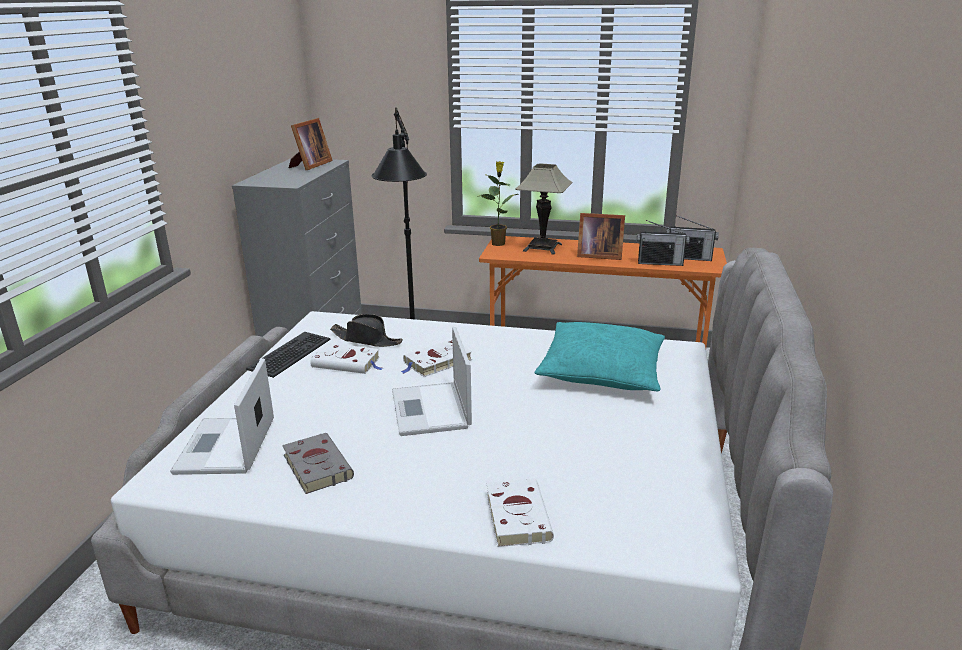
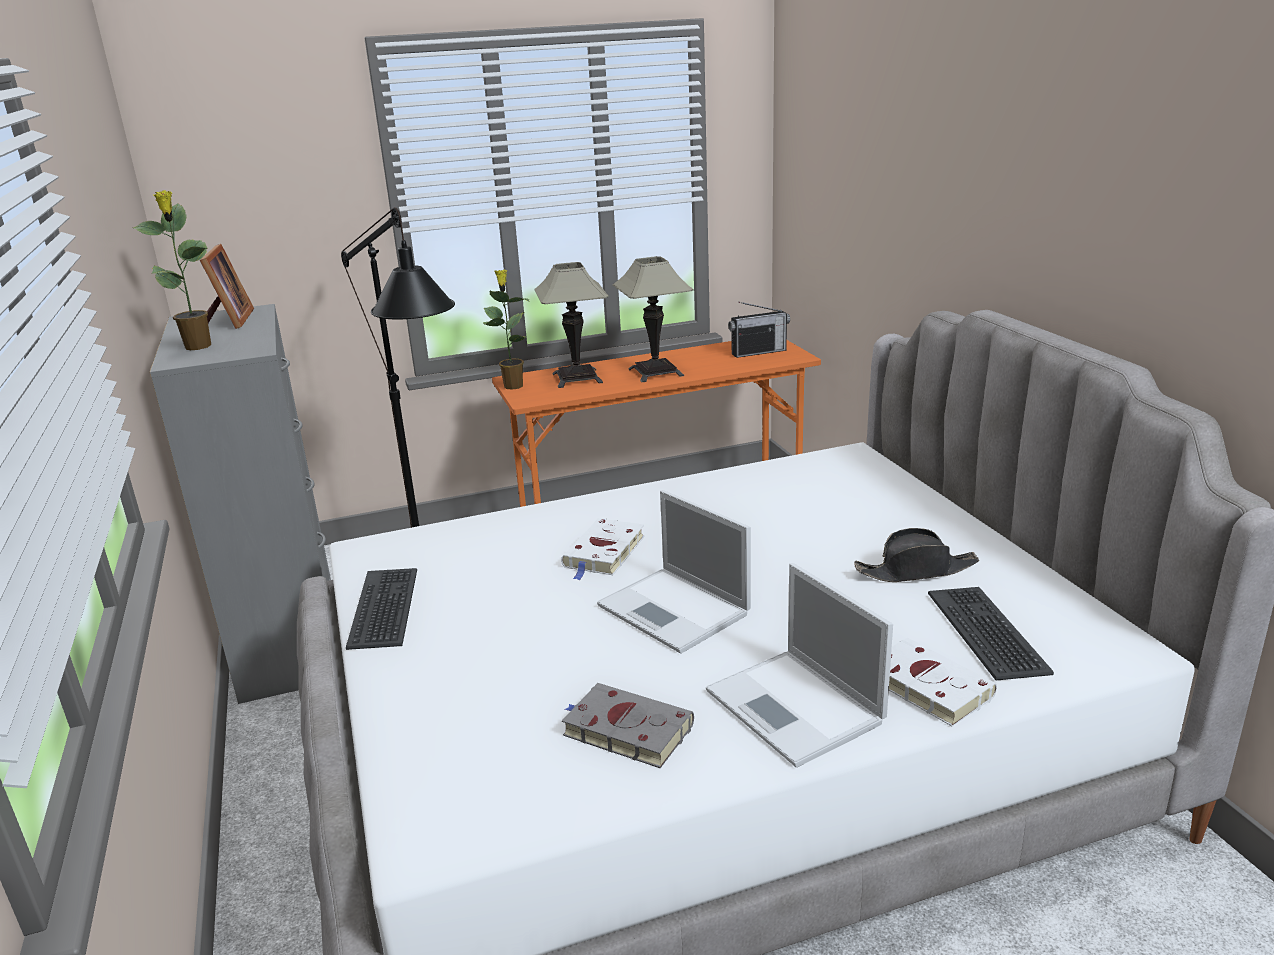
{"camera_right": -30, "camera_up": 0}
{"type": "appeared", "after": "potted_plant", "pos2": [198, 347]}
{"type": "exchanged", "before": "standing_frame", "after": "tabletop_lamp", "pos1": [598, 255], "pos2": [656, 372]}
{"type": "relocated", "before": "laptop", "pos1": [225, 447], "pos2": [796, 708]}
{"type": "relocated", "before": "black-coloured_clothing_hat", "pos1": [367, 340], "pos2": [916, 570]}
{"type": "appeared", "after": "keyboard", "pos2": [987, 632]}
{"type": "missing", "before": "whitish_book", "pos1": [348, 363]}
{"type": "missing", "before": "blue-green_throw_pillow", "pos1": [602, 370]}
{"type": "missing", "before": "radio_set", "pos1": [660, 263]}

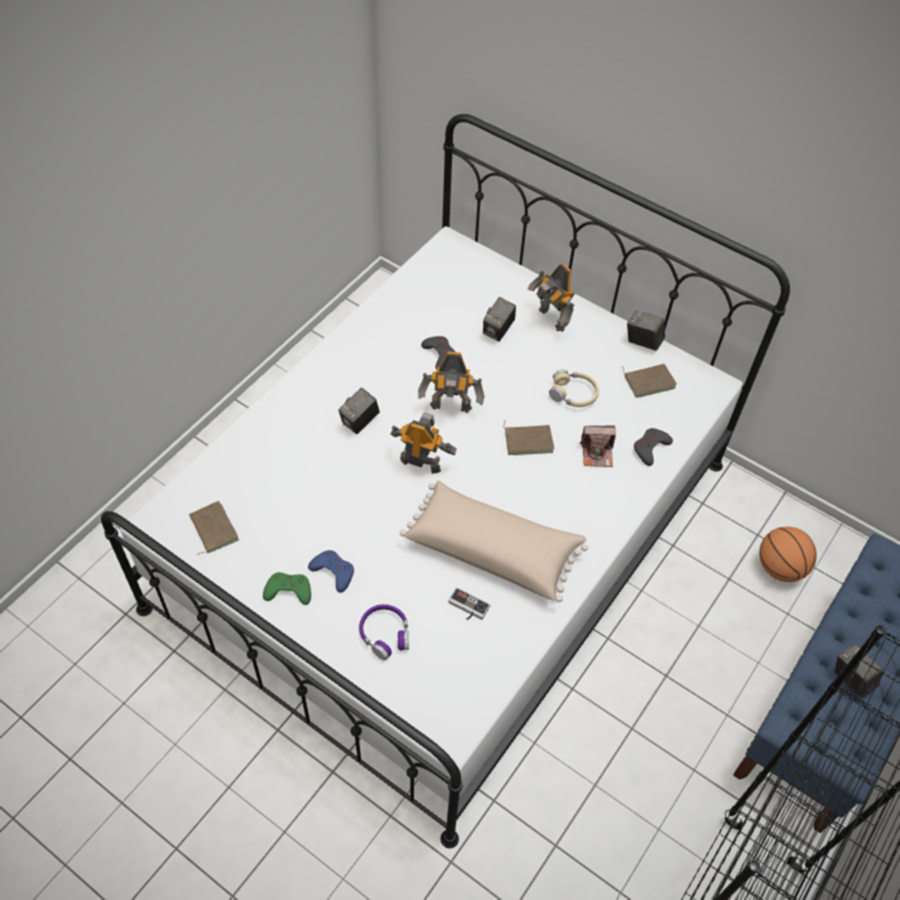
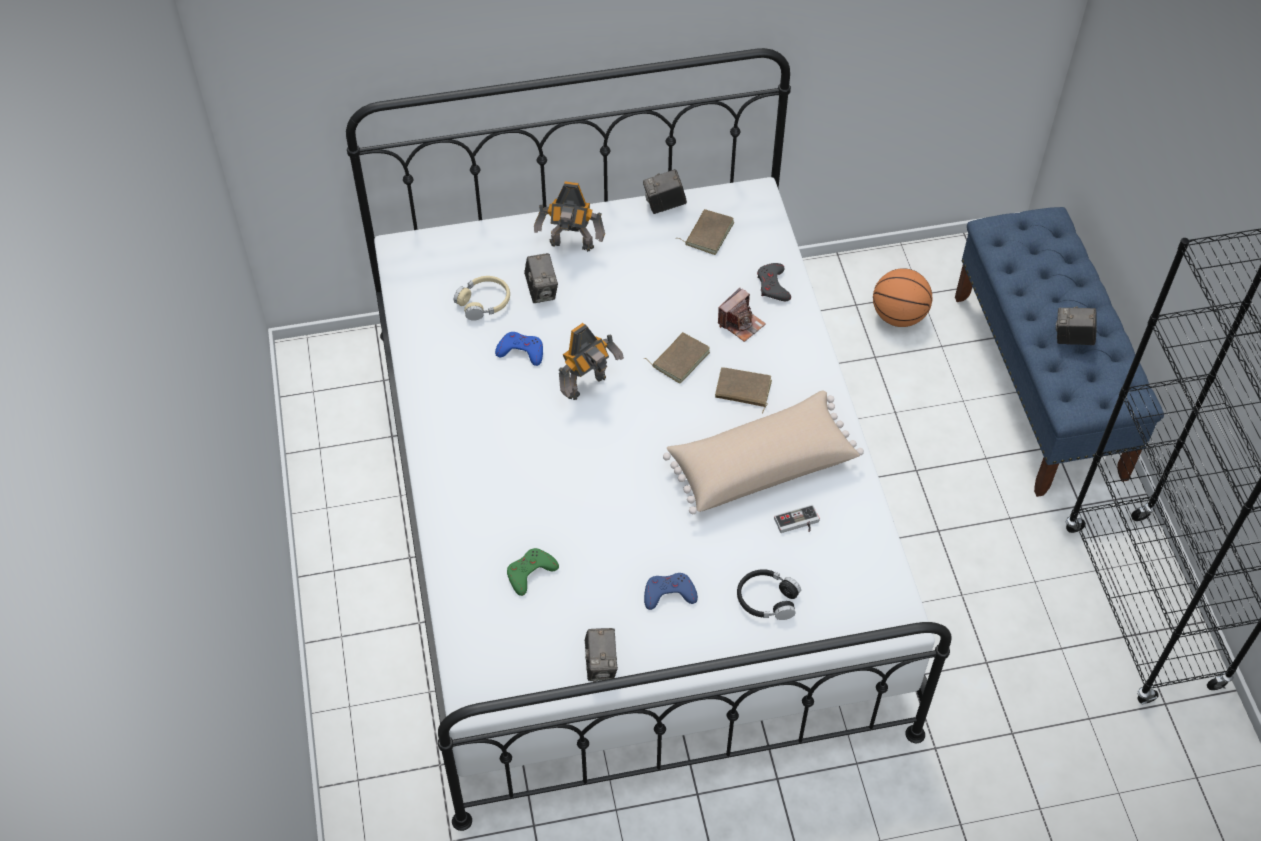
{"camera_right": -45, "camera_up": 0}
{"type": "relocated", "before": "beige_headset", "pos1": [573, 394], "pos2": [484, 302]}
{"type": "colour", "before": "grey_game_controller", "after": "bluish_game_controller", "pos1": [439, 354], "pos2": [521, 351]}
{"type": "relocated", "before": "green-coloured_game_controller", "pos1": [288, 590], "pos2": [530, 573]}
{"type": "relocated", "before": "still_camera", "pos1": [360, 422], "pos2": [601, 665]}
{"type": "relocated", "before": "brownish_book", "pos1": [212, 529], "pos2": [742, 391]}
{"type": "colour", "before": "purple_headset", "after": "black-coloured_headset", "pos1": [385, 634], "pos2": [767, 599]}
{"type": "missing", "before": "toy_robot", "pos1": [420, 463]}

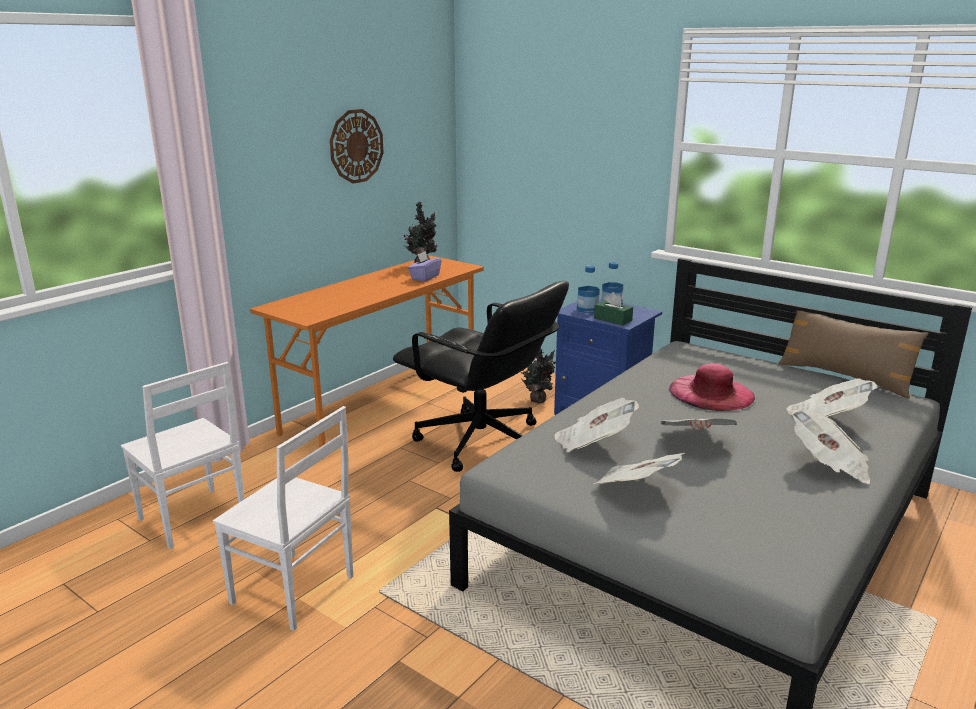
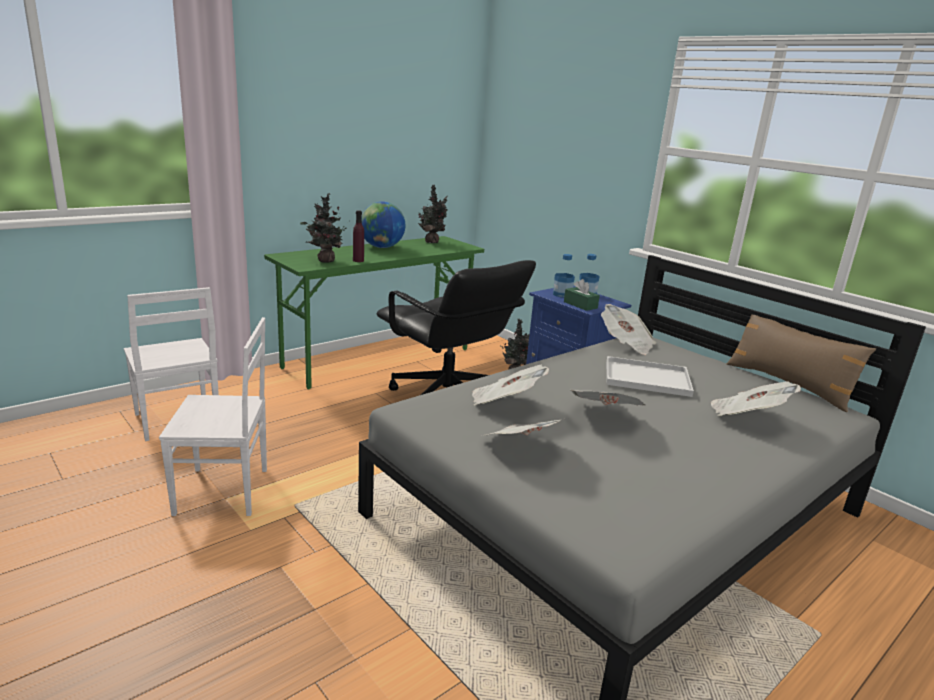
{"camera_right": 10, "camera_up": 0}
{"type": "spun", "before": "whitish_plain_chair", "pos1": [293, 591], "pos2": [223, 492], "turn": -45}
{"type": "colour", "before": "orange_desk_table", "after": "green-coloured_desk_table", "pos1": [382, 405], "pos2": [379, 358]}
{"type": "appeared", "after": "potted_plant", "pos2": [324, 261]}
{"type": "appeared", "after": "purple_drink_bottle", "pos2": [358, 260]}
{"type": "appeared", "after": "world_globe", "pos2": [382, 247]}
{"type": "relocated", "before": "newspaper", "pos1": [829, 465], "pos2": [626, 344]}
{"type": "exchanged", "before": "pink-coloured_clothing_hat", "after": "whitish_carrying_tray", "pos1": [711, 392], "pos2": [645, 378]}
{"type": "missing", "before": "clock_on_the_wall", "pos1": [356, 146]}
{"type": "missing", "before": "purple_box_of_tissues", "pos1": [425, 277]}

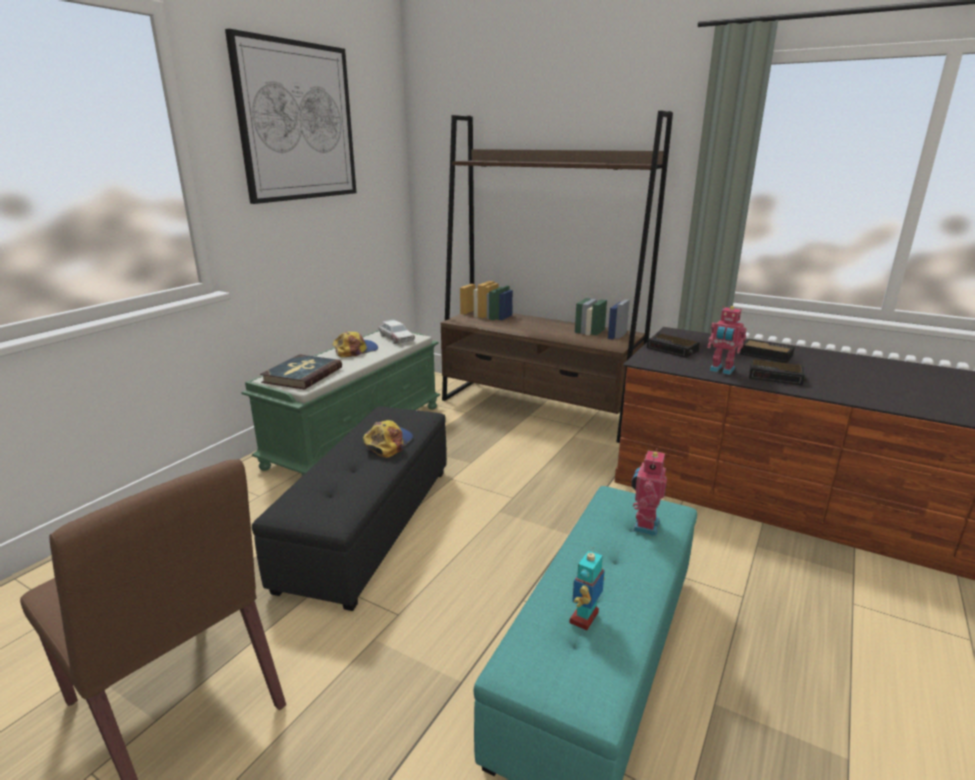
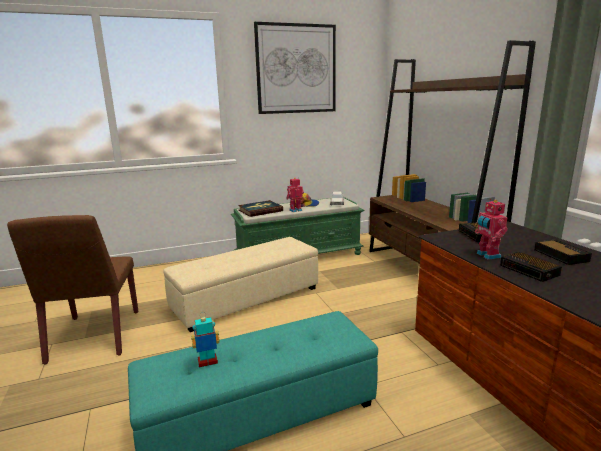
{"camera_right": 40, "camera_up": -5}
{"type": "colour", "before": "black-coloured_ottoman", "after": "beige_ottoman", "pos1": [369, 524], "pos2": [247, 299]}
{"type": "relocated", "before": "toy_robot", "pos1": [644, 526], "pos2": [295, 210]}
{"type": "missing", "before": "baseball_cap", "pos1": [388, 443]}

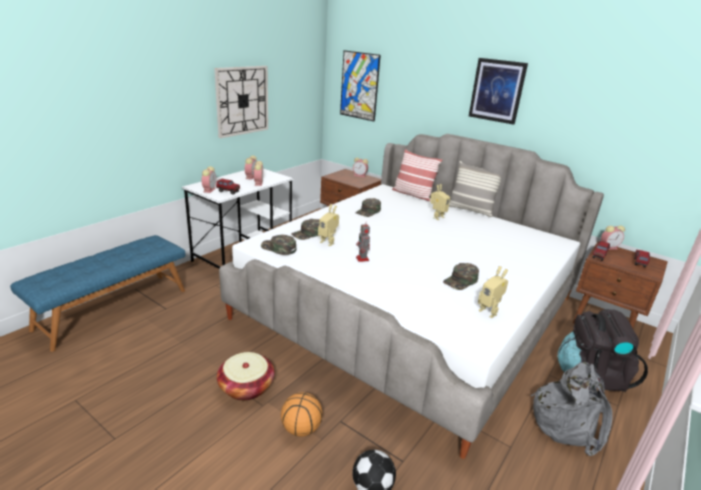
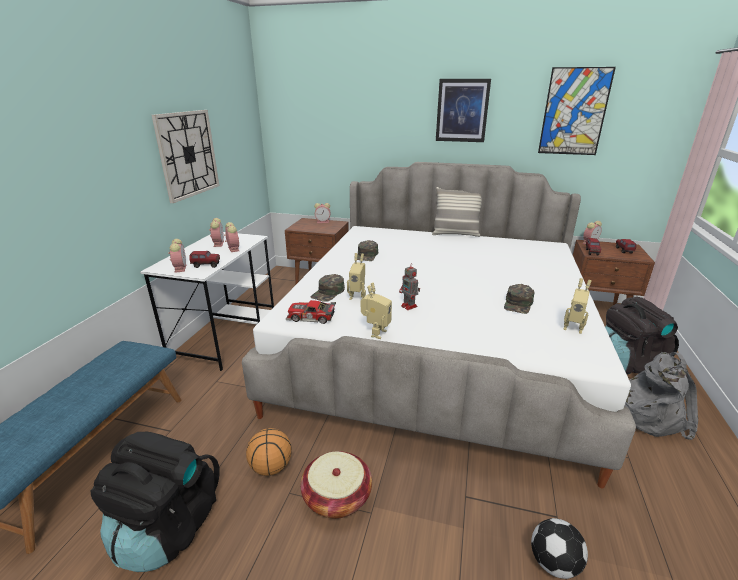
{"camera_right": -20, "camera_up": 0}
{"type": "appeared", "after": "black-coloured_backpack", "pos2": [168, 528]}
{"type": "relocated", "before": "ball_for_basketball", "pos1": [300, 429], "pos2": [270, 467]}
{"type": "exchanged", "before": "green-coloured_baseball_cap", "after": "toy_car", "pos1": [278, 248], "pos2": [311, 317]}
{"type": "relocated", "before": "toy_robot", "pos1": [437, 217], "pos2": [375, 333]}
{"type": "relocated", "before": "picture", "pos1": [359, 86], "pos2": [574, 112]}
{"type": "missing", "before": "throw_pillow", "pos1": [413, 194]}

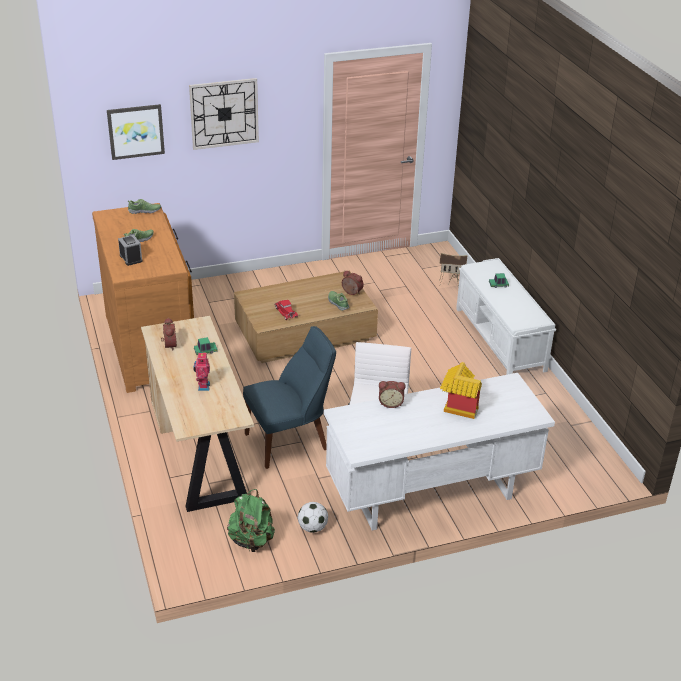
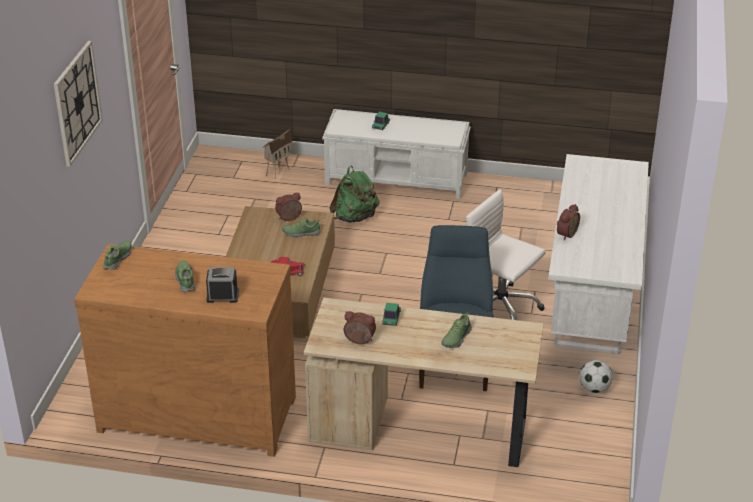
{"camera_right": -60, "camera_up": 0}
{"type": "relocated", "before": "green-coloured_backpack", "pos1": [251, 540], "pos2": [355, 217]}
{"type": "exchanged", "before": "toy_robot", "after": "shoe", "pos1": [202, 386], "pos2": [456, 338]}
{"type": "missing", "before": "picture", "pos1": [135, 131]}
{"type": "missing", "before": "model_house", "pos1": [457, 406]}

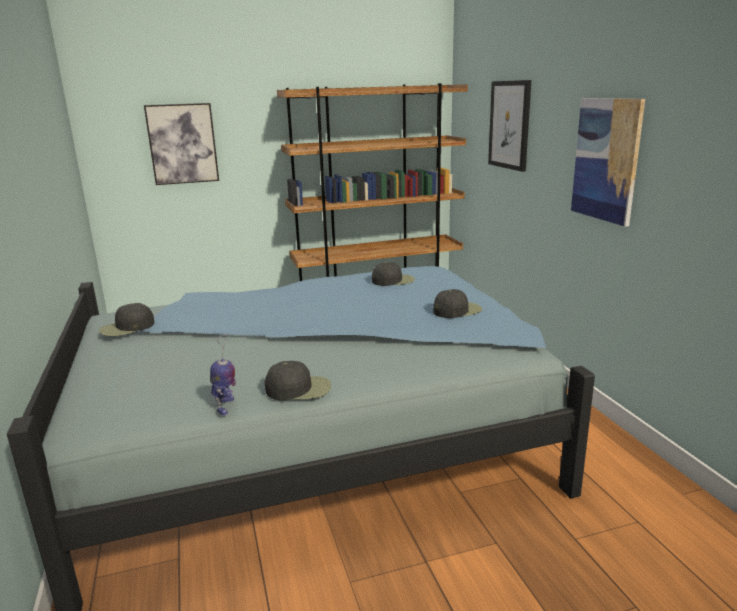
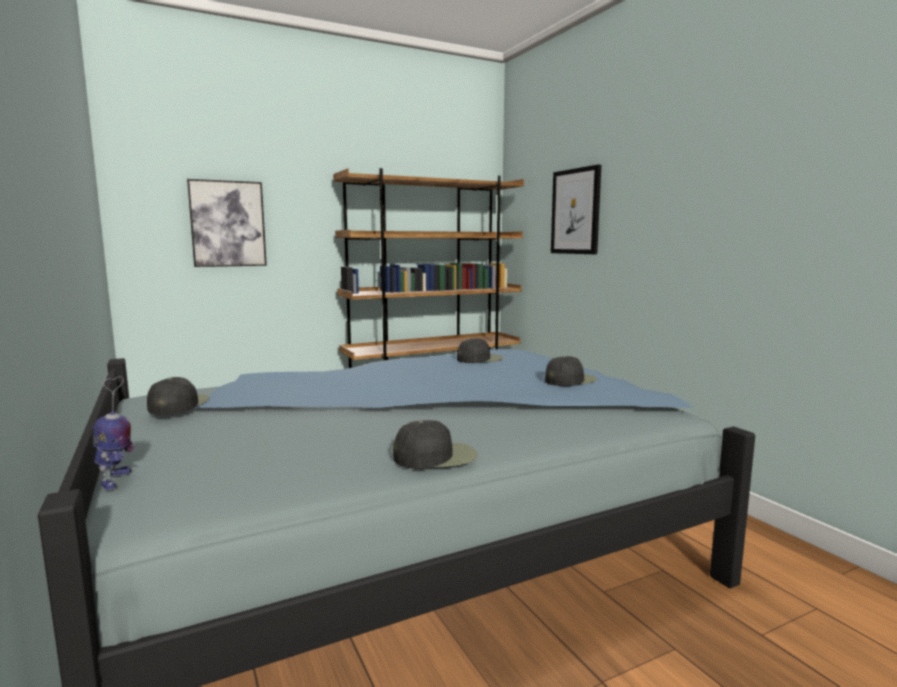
{"camera_right": -10, "camera_up": -10}
{"type": "relocated", "before": "toy_robot", "pos1": [225, 406], "pos2": [116, 480]}
{"type": "spun", "before": "black-coloured_baseball_cap", "pos1": [127, 328], "pos2": [178, 404], "turn": 135}
{"type": "missing", "before": "picture", "pos1": [606, 160]}

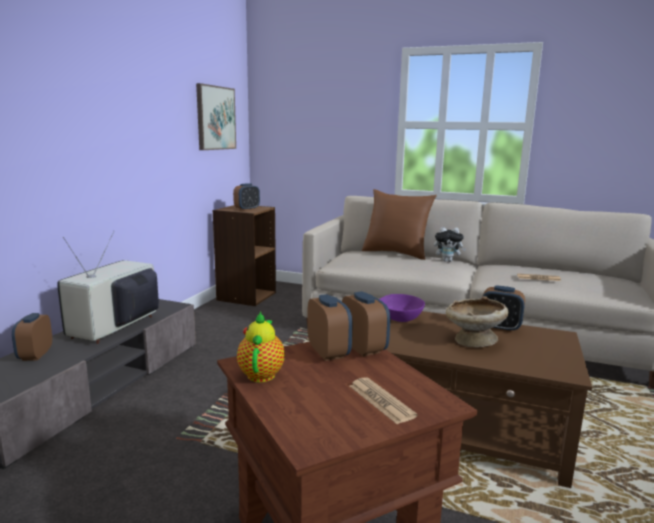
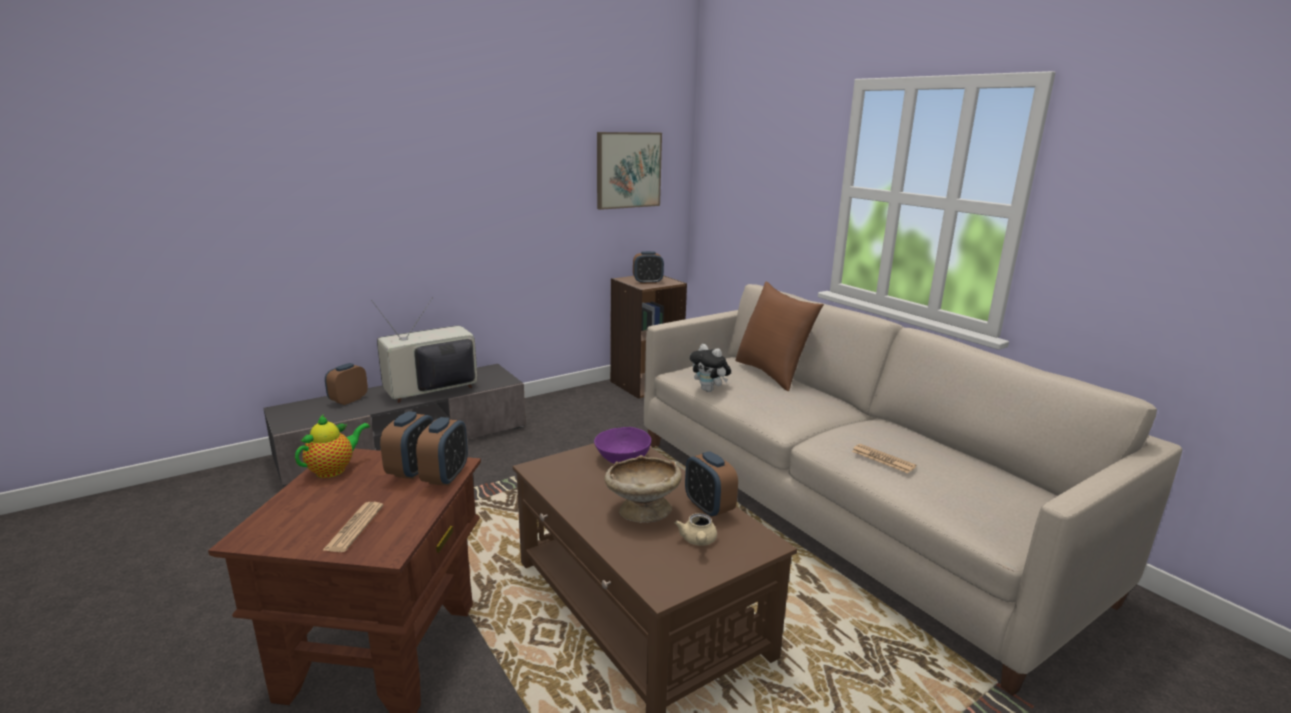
{"camera_right": 35, "camera_up": 5}
{"type": "appeared", "after": "beige_tea_pot", "pos2": [698, 541]}
{"type": "relocated", "before": "soft_toy", "pos1": [447, 261], "pos2": [709, 390]}

